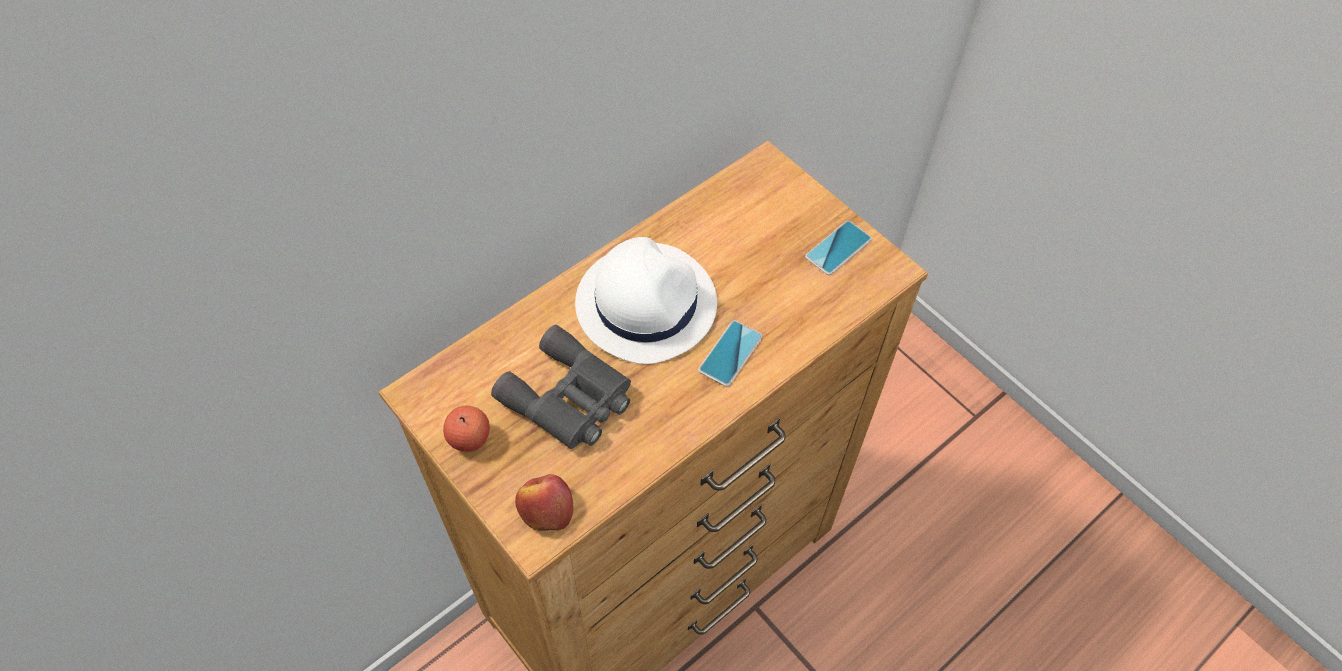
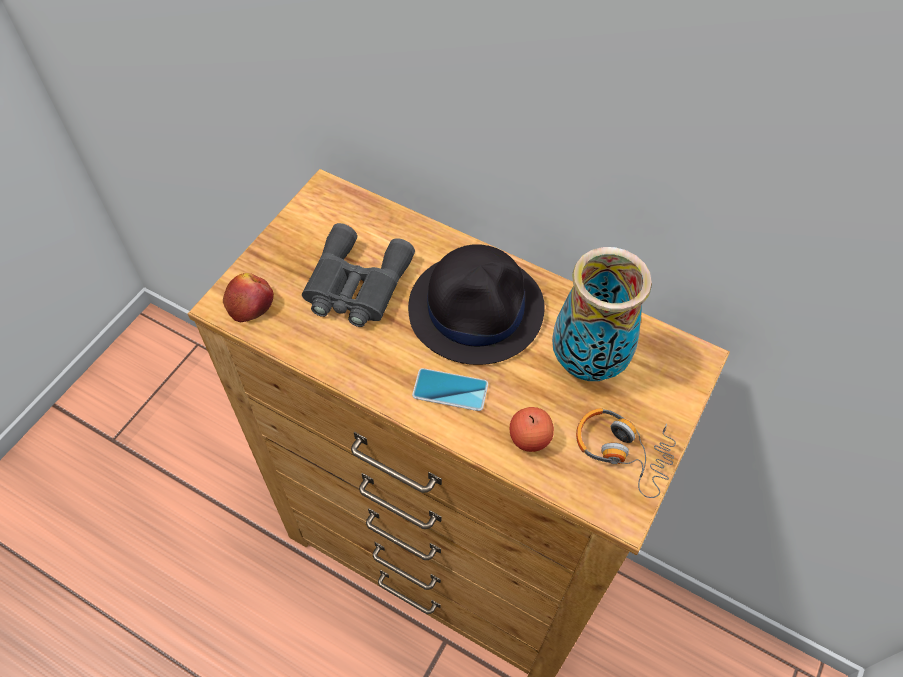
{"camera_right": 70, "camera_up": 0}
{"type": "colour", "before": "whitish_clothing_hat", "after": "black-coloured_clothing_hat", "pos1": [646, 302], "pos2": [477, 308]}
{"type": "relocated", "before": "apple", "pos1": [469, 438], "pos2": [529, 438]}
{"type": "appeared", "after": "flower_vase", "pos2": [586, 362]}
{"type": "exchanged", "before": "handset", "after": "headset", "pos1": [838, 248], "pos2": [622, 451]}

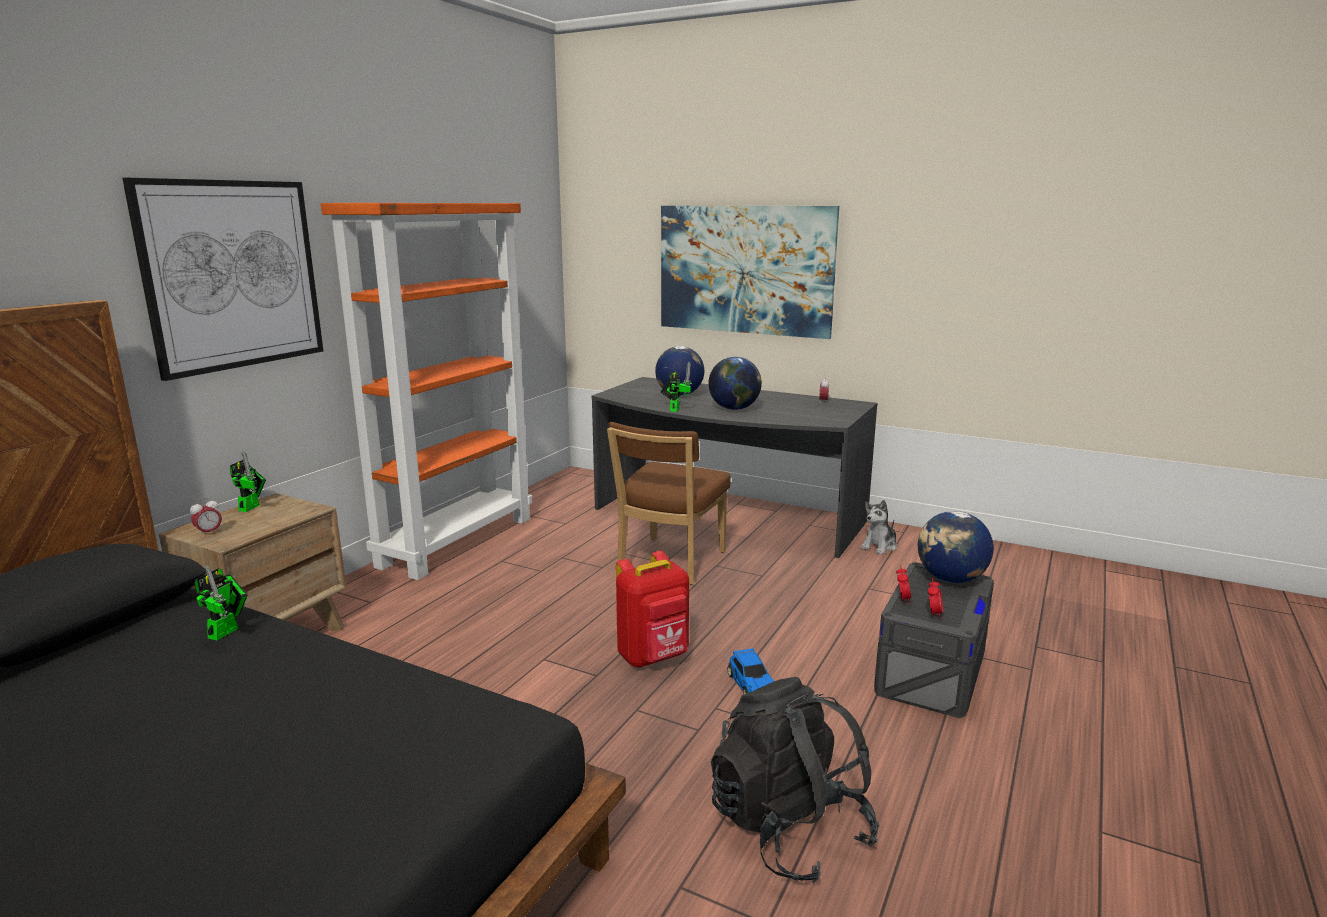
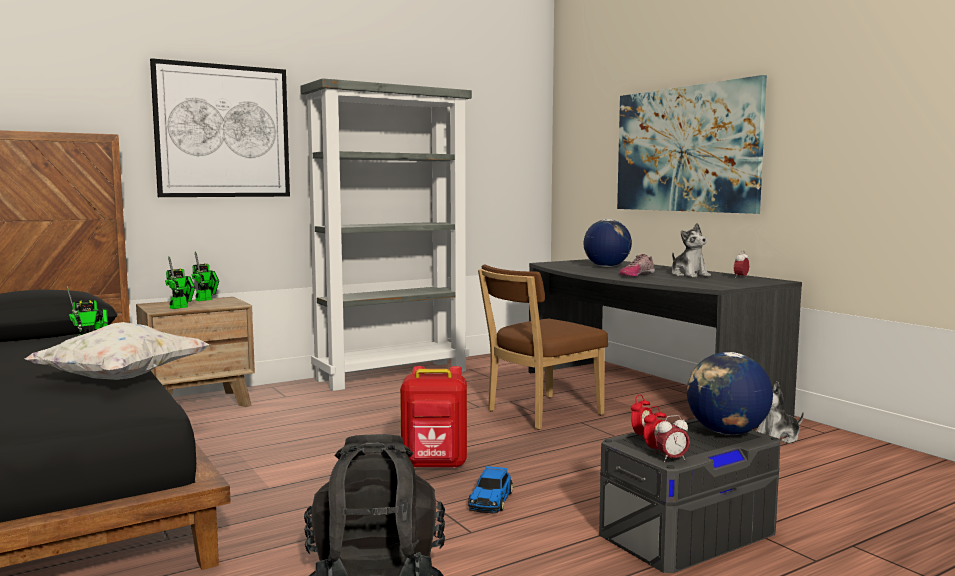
{"camera_right": 30, "camera_up": -10}
{"type": "appeared", "after": "whitish_throw_pillow", "pos2": [122, 379]}
{"type": "relocated", "before": "toy_robot", "pos1": [675, 409], "pos2": [181, 307]}
{"type": "colour", "before": "orange_bookcase", "after": "grey_bookcase", "pos1": [457, 541], "pos2": [392, 375]}
{"type": "exchanged", "before": "world_globe", "after": "shoe", "pos1": [734, 408], "pos2": [636, 275]}
{"type": "relocated", "before": "bedside_clock", "pos1": [209, 533], "pos2": [672, 459]}
{"type": "appeared", "after": "soft_toy", "pos2": [689, 275]}

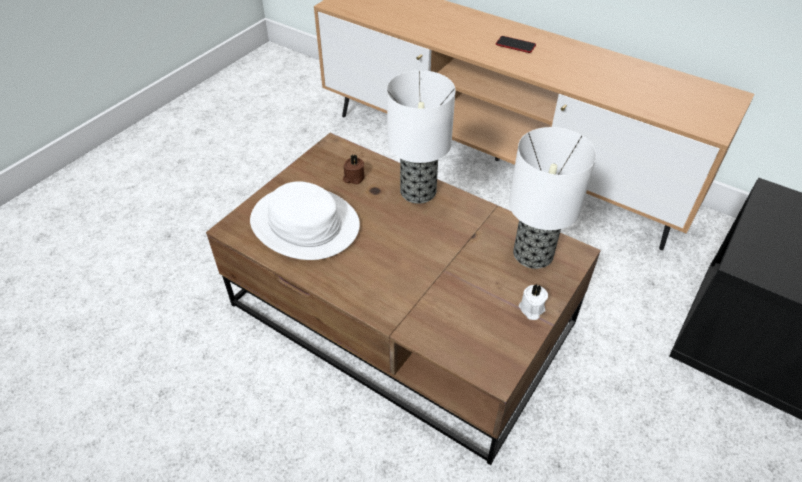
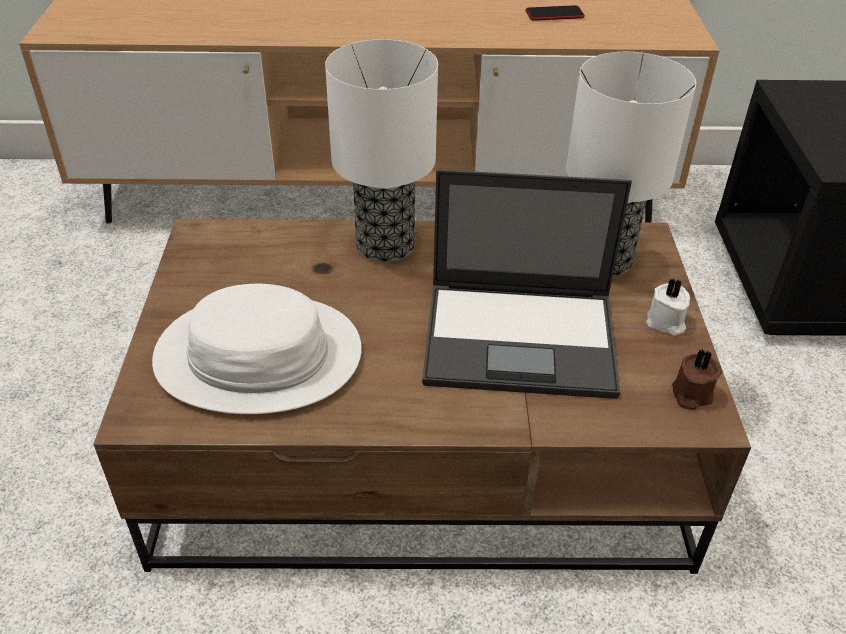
{"camera_right": -35, "camera_up": -5}
{"type": "appeared", "after": "laptop", "pos2": [522, 339]}
{"type": "relocated", "before": "handset", "pos1": [515, 45], "pos2": [554, 14]}
{"type": "relocated", "before": "brownish_candle", "pos1": [353, 178], "pos2": [690, 394]}

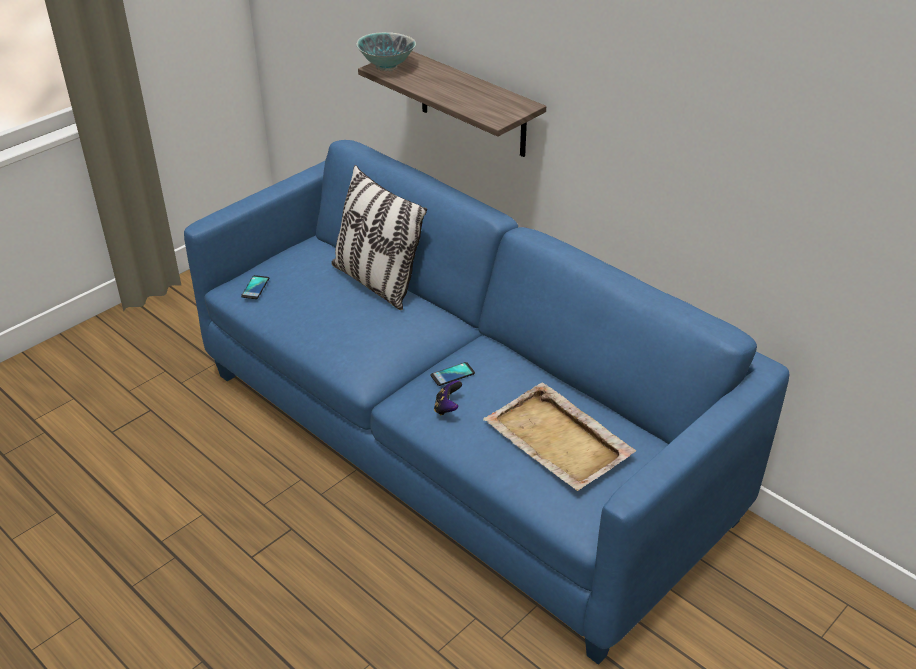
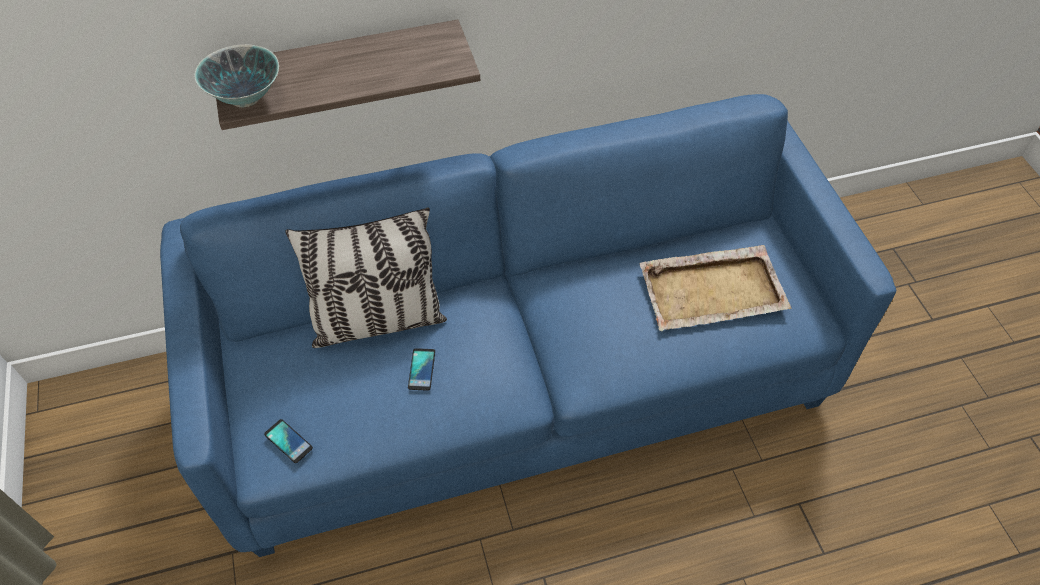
{"camera_right": -60, "camera_up": 15}
{"type": "relocated", "before": "handset", "pos1": [452, 374], "pos2": [421, 369]}
{"type": "missing", "before": "game_controller", "pos1": [447, 408]}

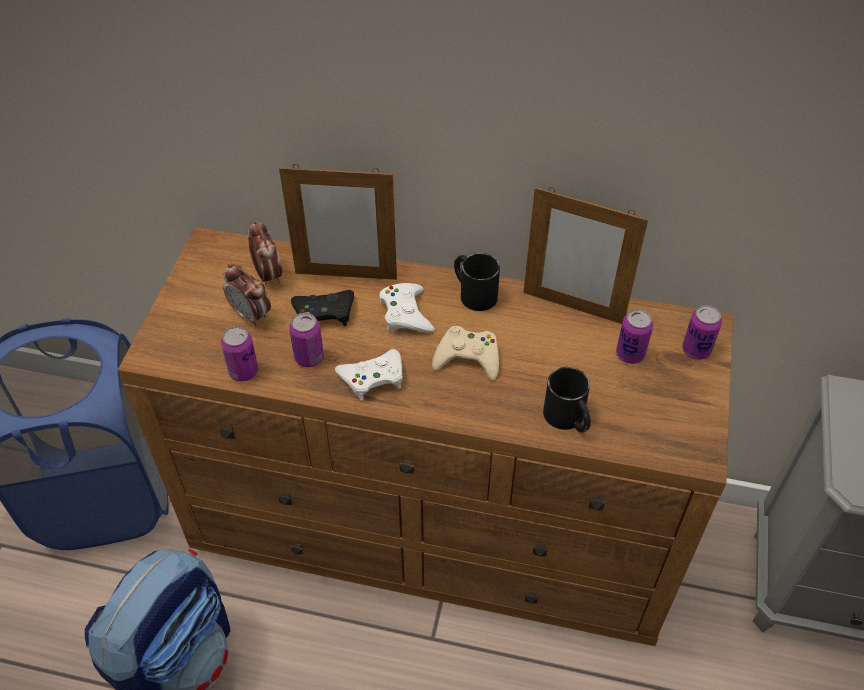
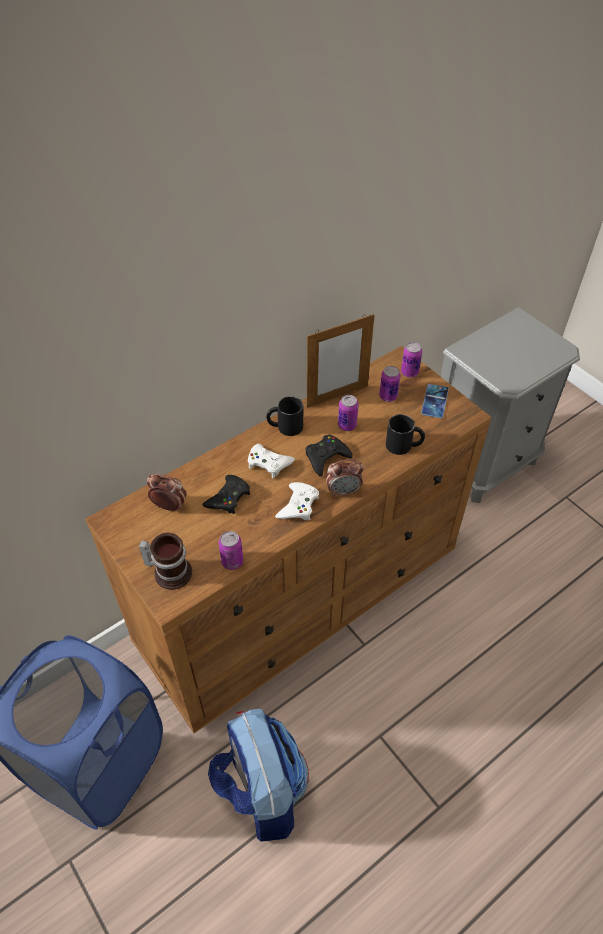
{"camera_right": -50, "camera_up": 0}
{"type": "appeared", "after": "tea_mug", "pos2": [170, 571]}
{"type": "colour", "before": "beige_game_controller", "after": "black-coloured_game_controller", "pos1": [468, 357], "pos2": [326, 457]}
{"type": "relocated", "before": "bedside_clock", "pos1": [251, 315], "pos2": [343, 491]}
{"type": "relocated", "before": "can", "pos1": [309, 358], "pos2": [347, 425]}
{"type": "appeared", "after": "handset", "pos2": [434, 401]}
{"type": "missing", "before": "standing_frame", "pos1": [346, 275]}

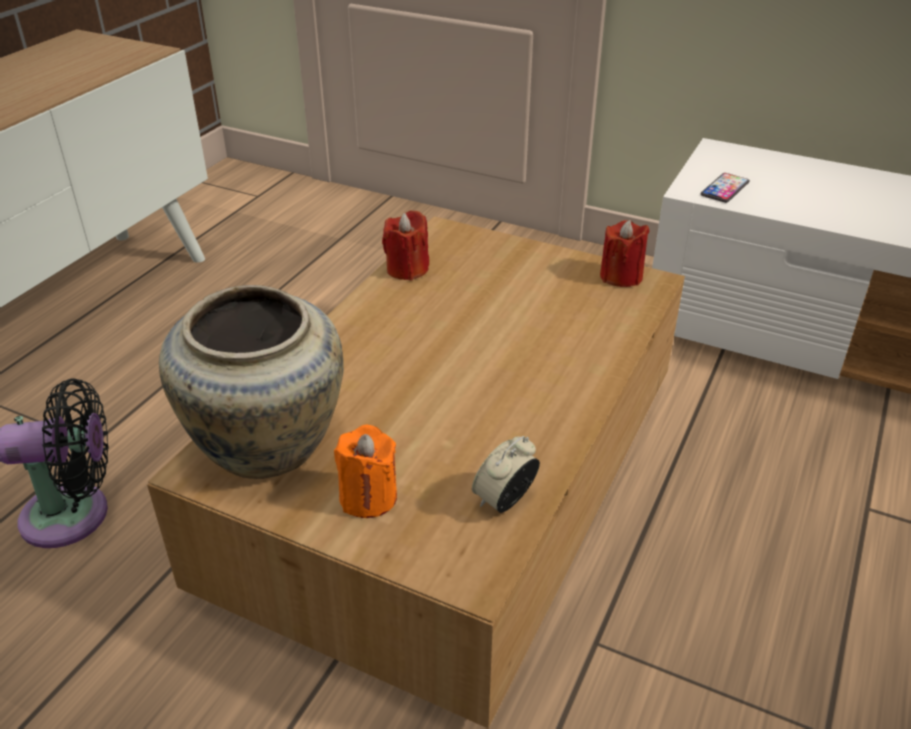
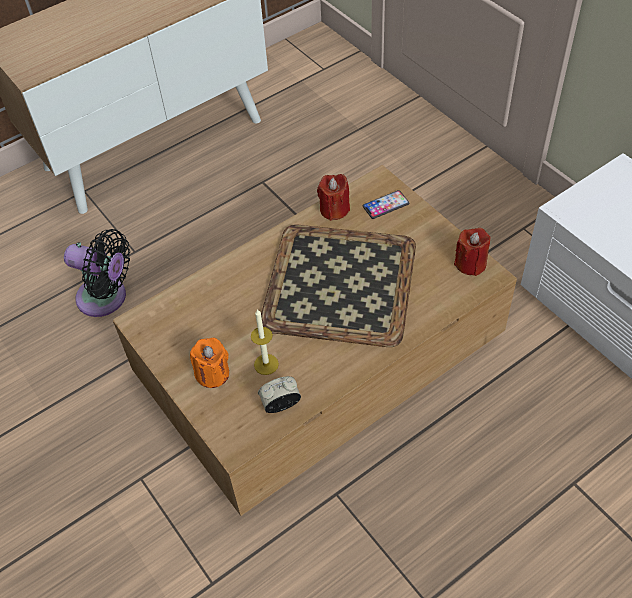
{"camera_right": 30, "camera_up": 15}
{"type": "appeared", "after": "candle", "pos2": [266, 364]}
{"type": "appeared", "after": "carrying_tray", "pos2": [338, 283]}
{"type": "relocated", "before": "handset", "pos1": [724, 189], "pos2": [385, 205]}
{"type": "missing", "before": "beige_flower_vase", "pos1": [267, 449]}

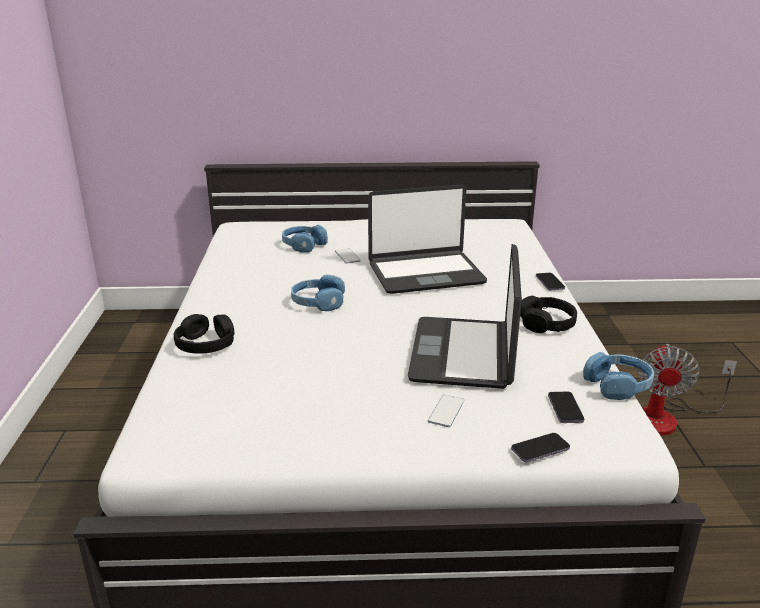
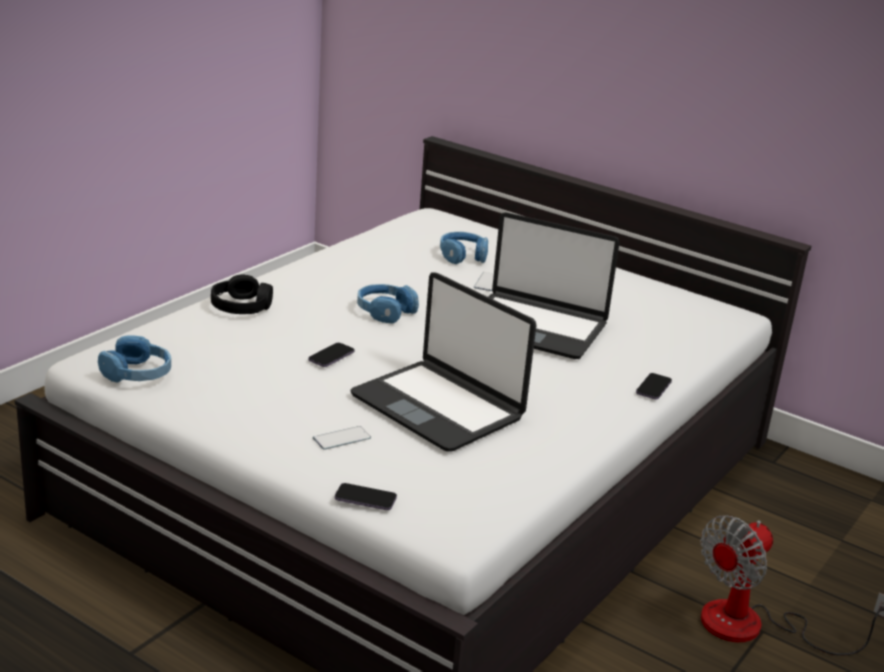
{"camera_right": 35, "camera_up": 0}
{"type": "relocated", "before": "bluish_headset", "pos1": [618, 385], "pos2": [137, 374]}
{"type": "relocated", "before": "handset", "pos1": [565, 409], "pos2": [331, 356]}
{"type": "spun", "before": "laptop", "pos1": [464, 354], "pos2": [438, 407], "turn": -90}
{"type": "missing", "before": "black-coloured_headset", "pos1": [546, 323]}

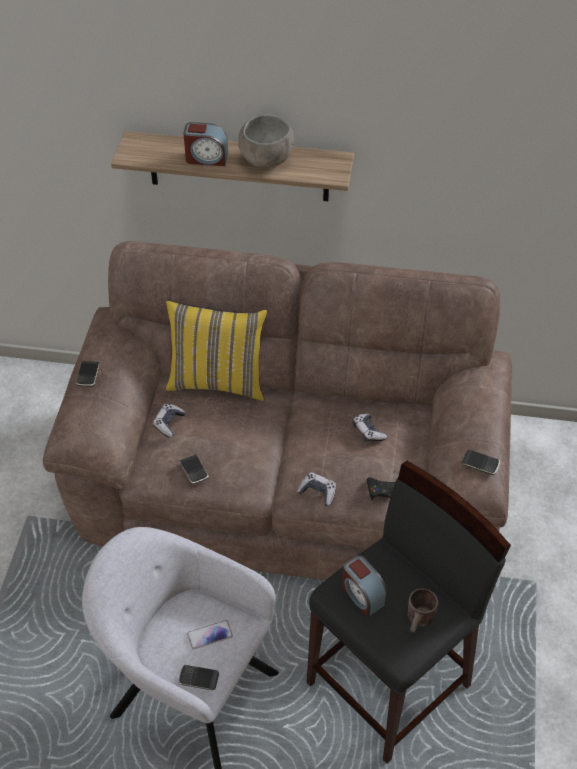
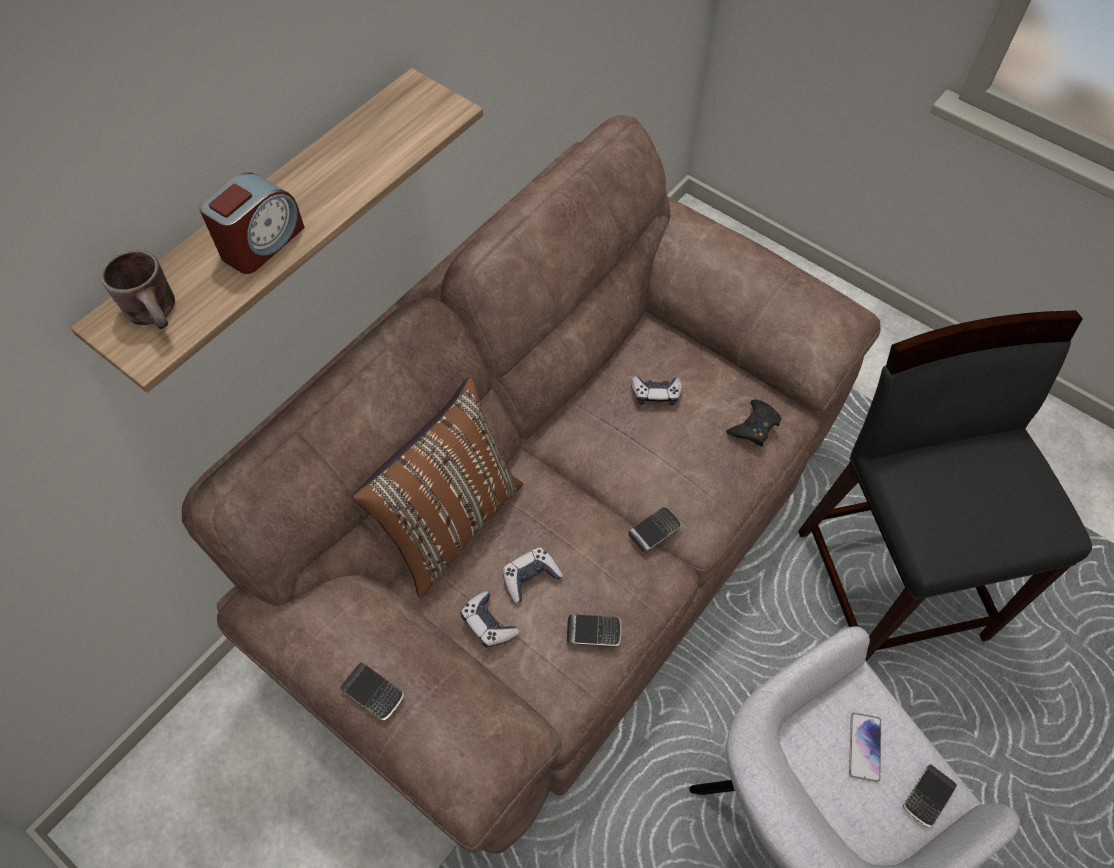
{"camera_right": -60, "camera_up": 10}
{"type": "relocated", "before": "brownish_tea_mug", "pos1": [421, 621], "pos2": [159, 312]}
{"type": "colour", "before": "yellow-coloured_throw_pillow", "after": "brownish_throw_pillow", "pos1": [218, 381], "pos2": [450, 523]}
{"type": "relocated", "before": "game_controller", "pos1": [318, 492], "pos2": [530, 577]}
{"type": "relocated", "before": "handset", "pos1": [480, 464], "pos2": [655, 530]}
{"type": "missing", "before": "grey_serving_bowl", "pos1": [267, 160]}
{"type": "missing", "before": "bedside_clock", "pos1": [362, 595]}

